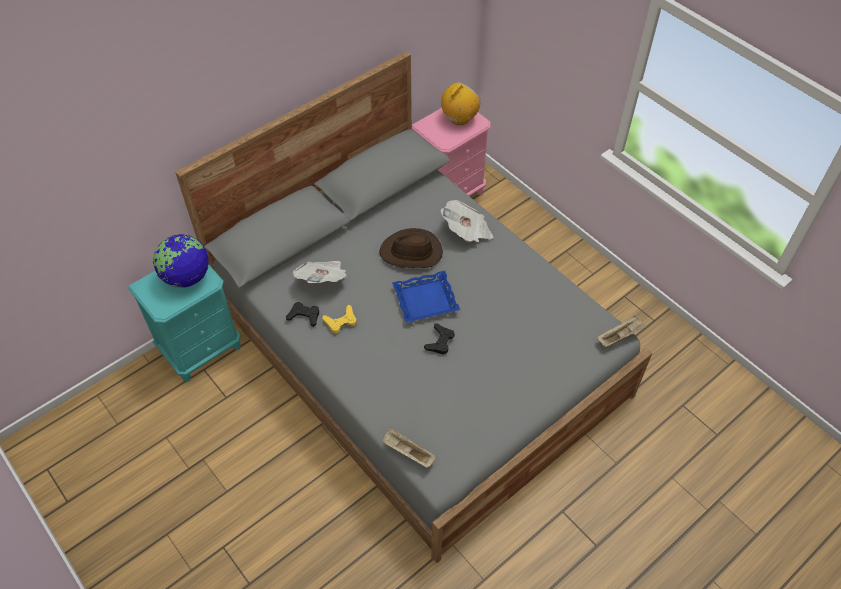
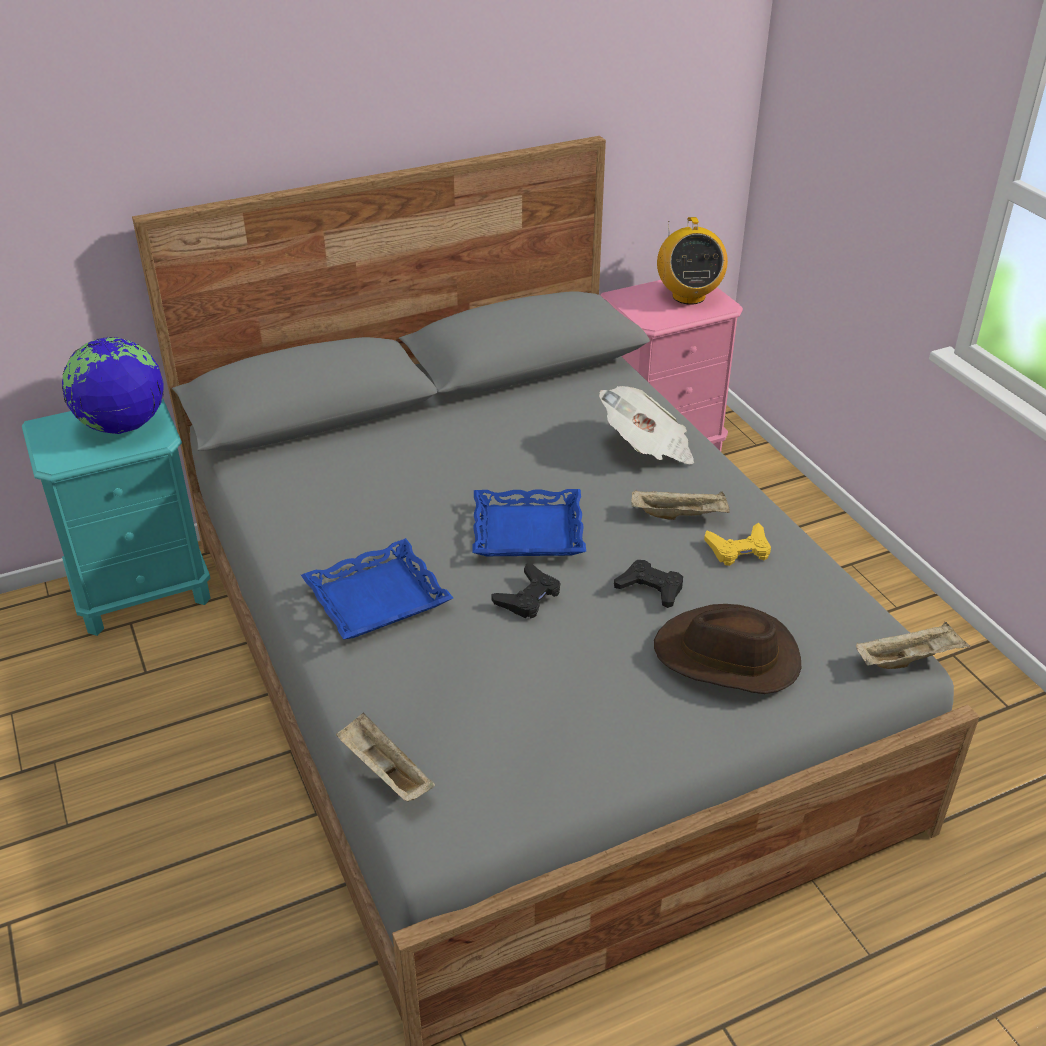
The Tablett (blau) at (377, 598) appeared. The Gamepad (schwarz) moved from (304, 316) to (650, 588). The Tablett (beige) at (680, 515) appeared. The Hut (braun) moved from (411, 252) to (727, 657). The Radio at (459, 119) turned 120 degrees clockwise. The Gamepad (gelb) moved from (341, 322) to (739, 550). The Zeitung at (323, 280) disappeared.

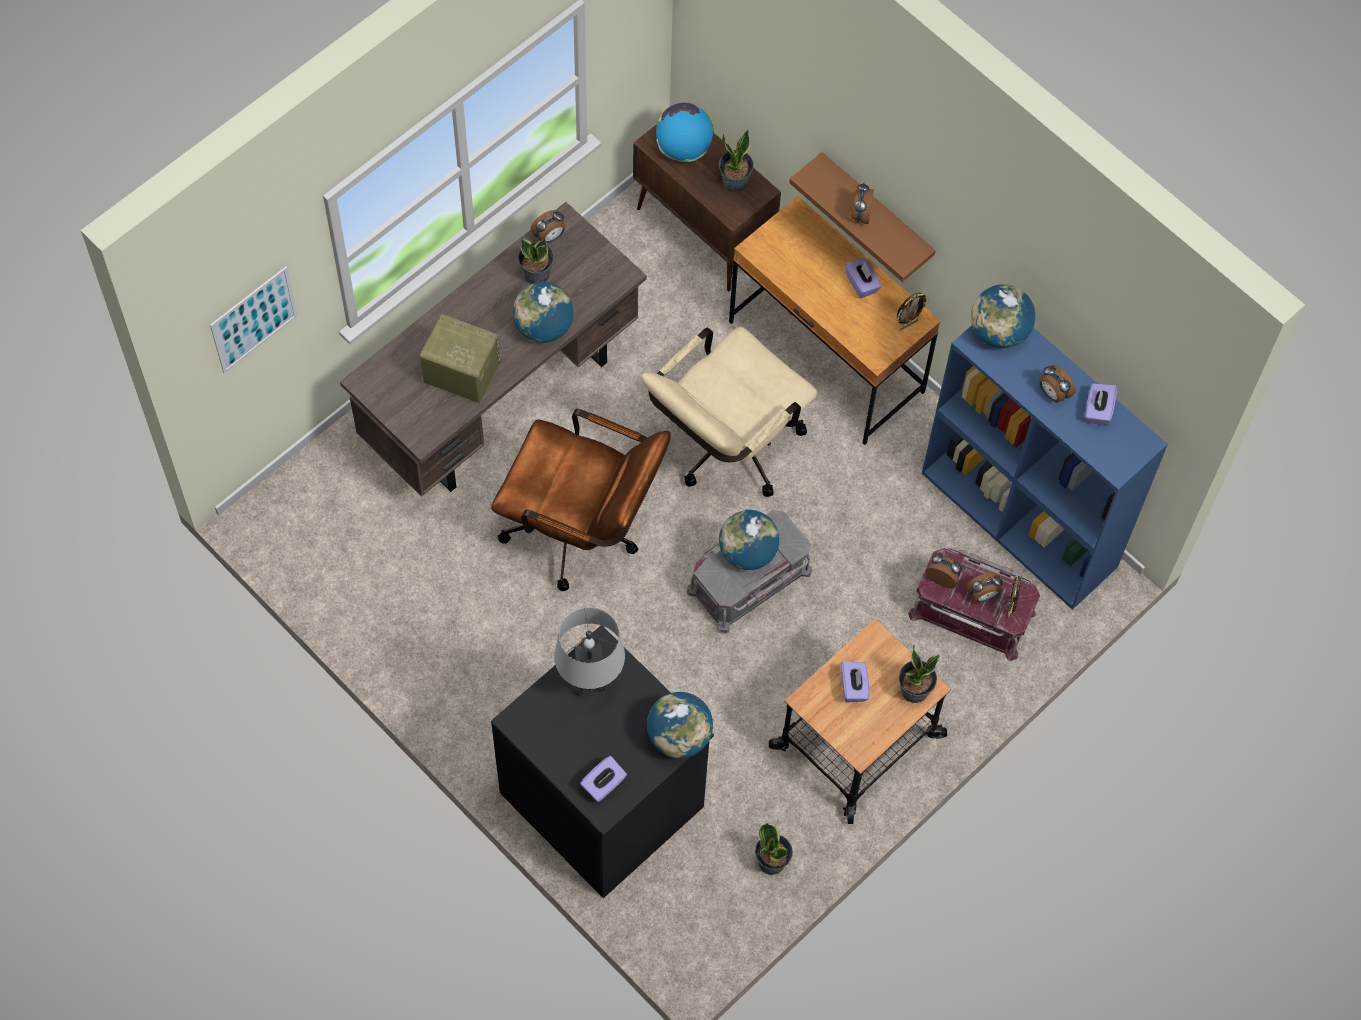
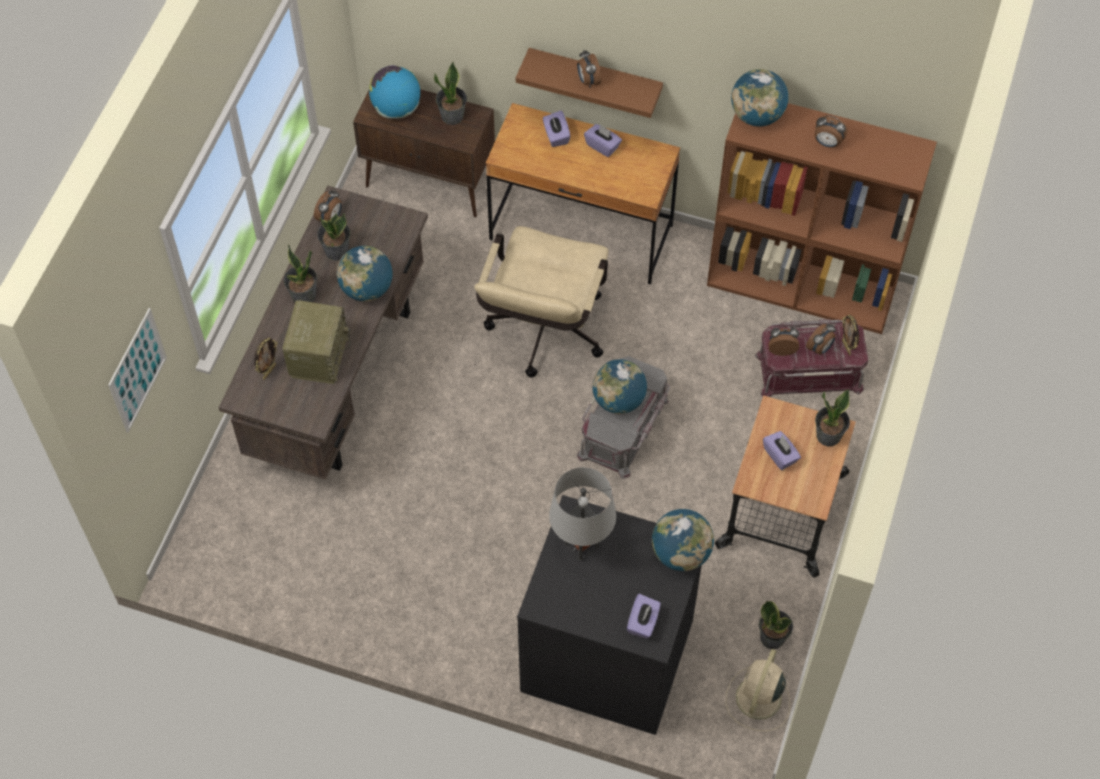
The Bilderrahmen moved from (908, 324) to (269, 371). The Radio at (460, 374) turned 105 degrees clockwise. The Topfpflanze at (303, 296) appeared. The Taschentuchbox (lila) moved from (1098, 410) to (556, 136). The Bücherregal (blau) at (1021, 520) became the Bücherregal (braun) at (802, 286). The Ventilator (beige) at (757, 700) appeared. The Bürostuhl (braun) at (582, 532) disappeared.

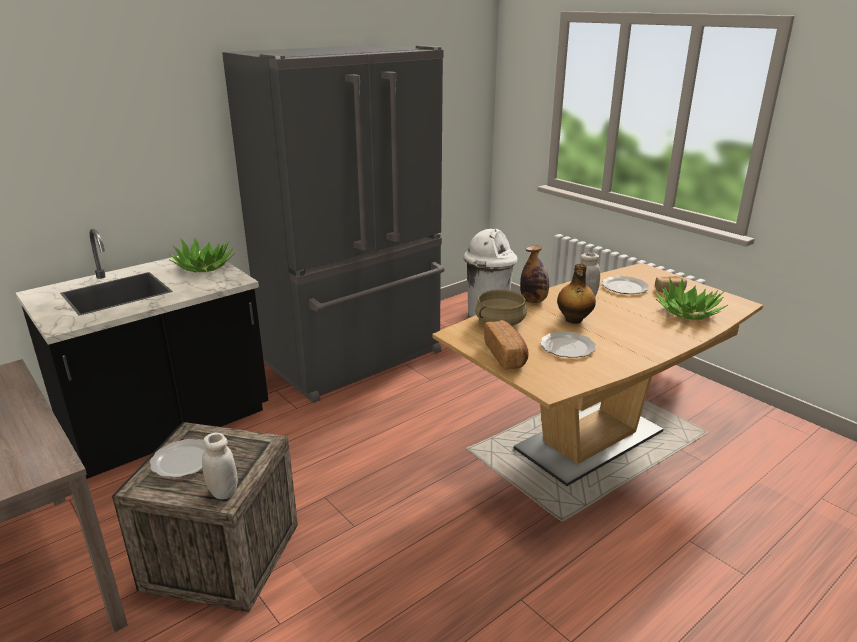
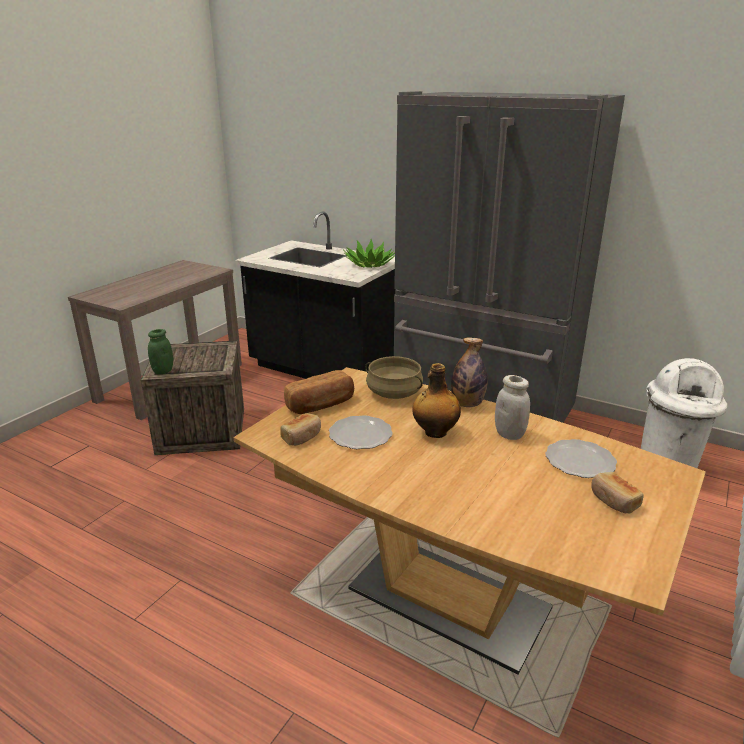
The Vorratsglas (weiß) at (223, 492) became the Vorratsglas (grün) at (163, 371). The Brot at (302, 437) appeared. The Teller at (183, 460) disappeared. The Topfpflanze at (688, 312) disappeared.

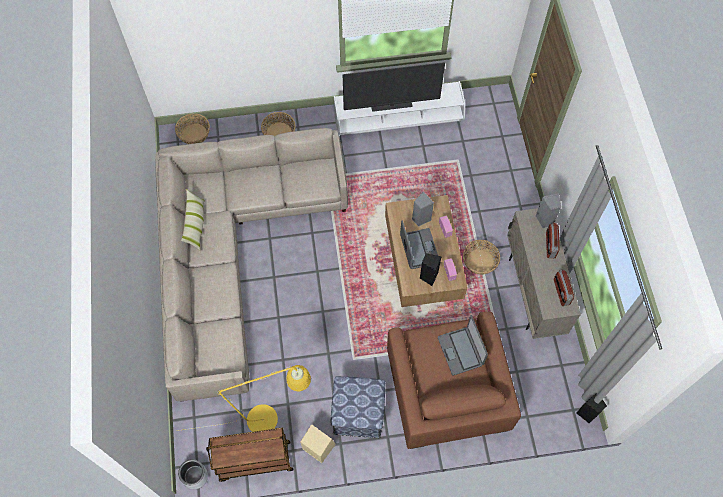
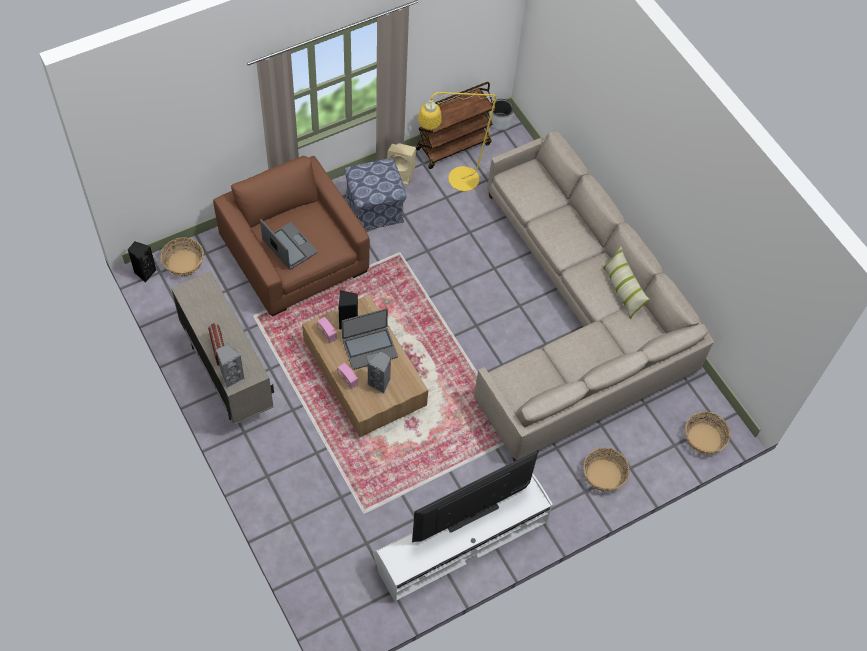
The Korb moved from (480, 262) to (183, 263). The Laptop at (419, 249) turned 75 degrees counterclockwise. The Radio at (561, 292) disappeared.

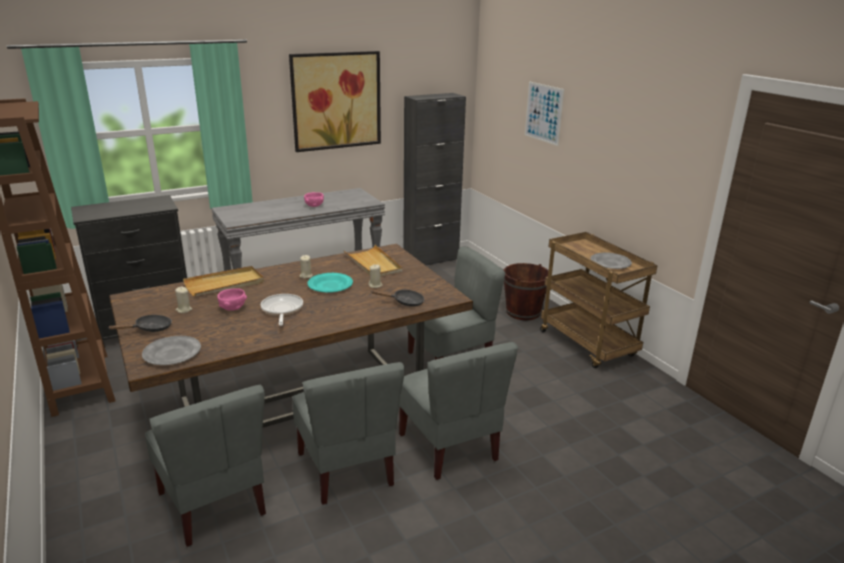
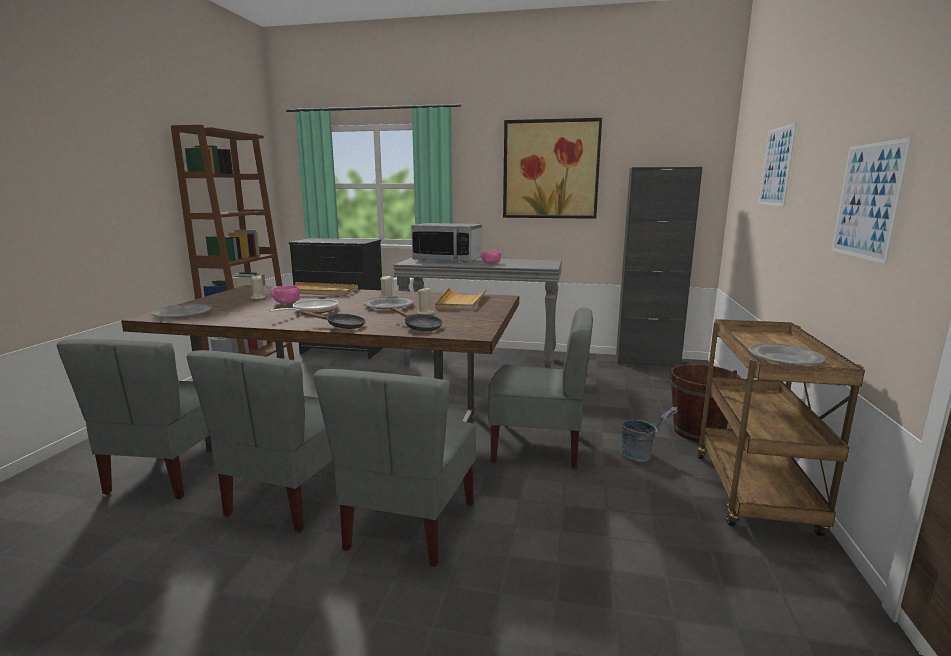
The Pfanne (schwarz) moved from (150, 329) to (341, 326). The Teller (türkis) at (330, 285) became the Teller (grau) at (388, 306). The Mikrowelle at (448, 260) appeared. The Eimer (grau) at (641, 455) appeared. The Bild at (867, 201) appeared.

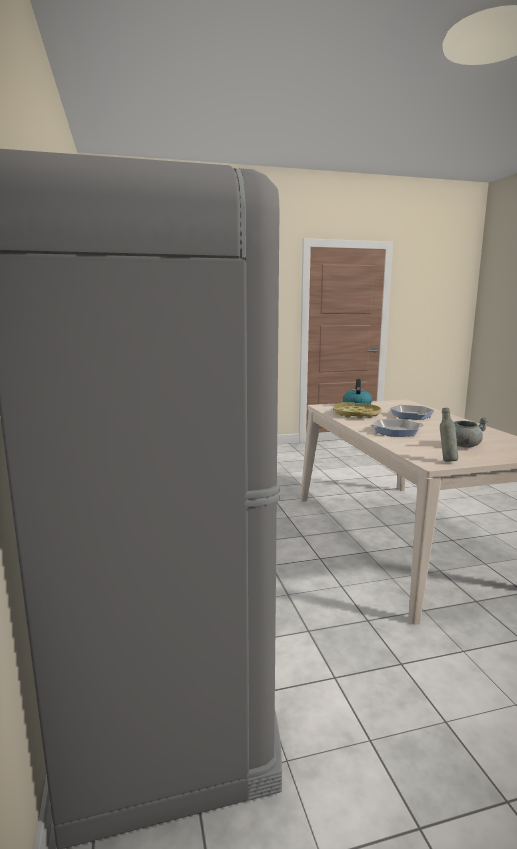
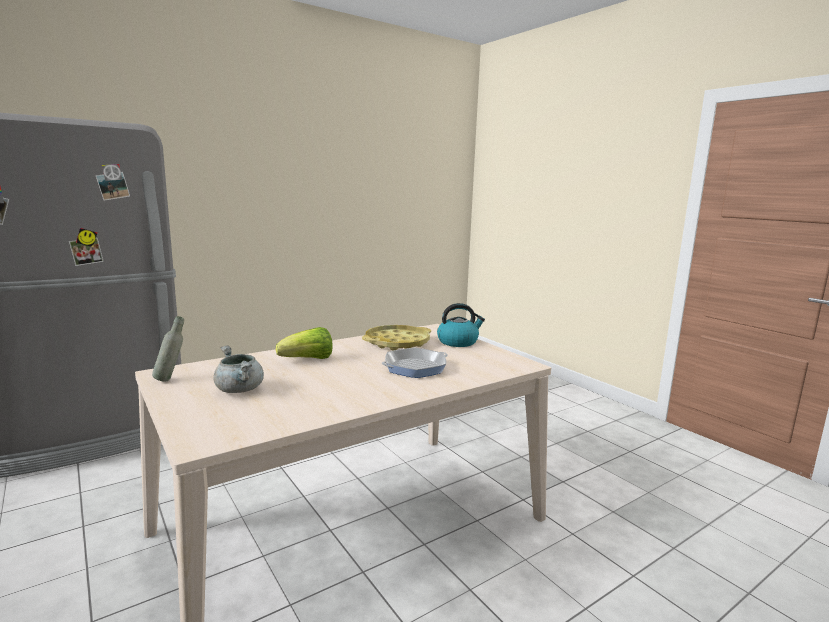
The Pfanne at (396, 431) was replaced by the Salatkopf at (308, 360).

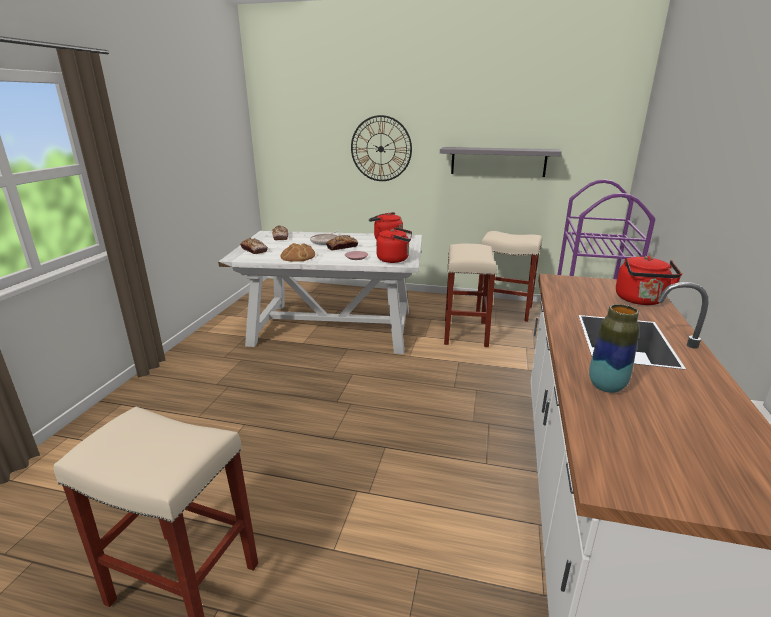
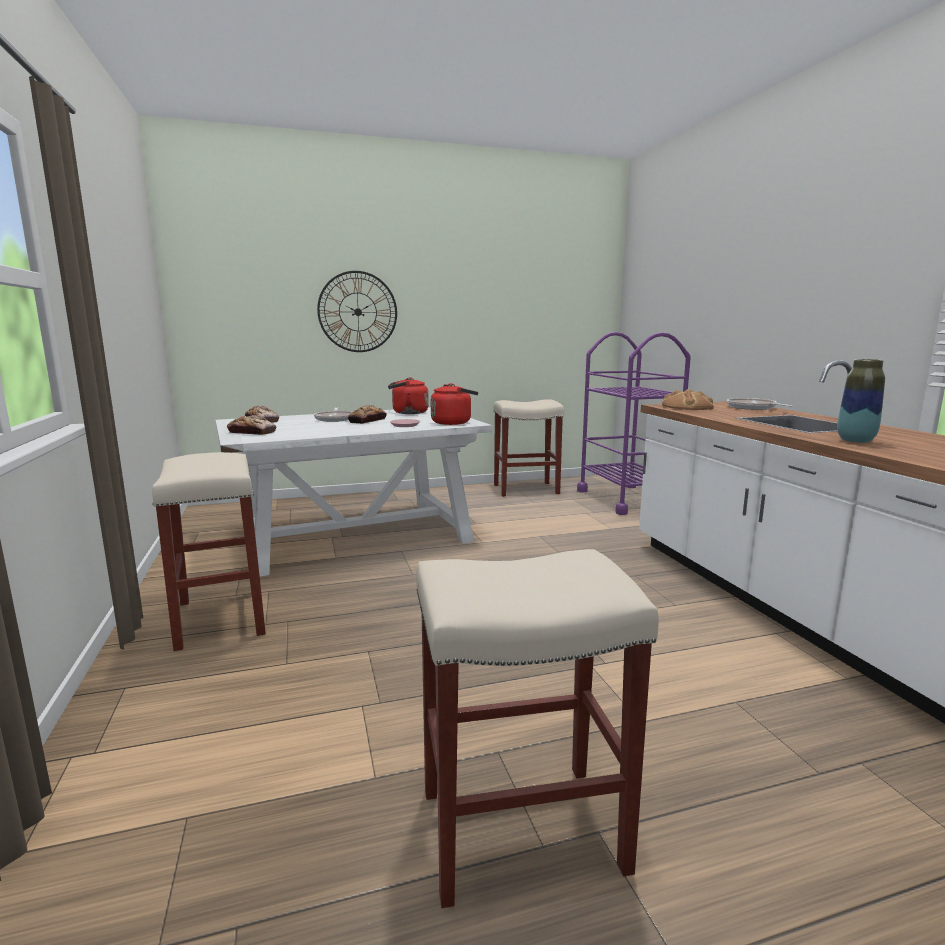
The Hocker (beige) moved from (466, 333) to (222, 618). The Brot moved from (297, 256) to (687, 407). The Wasserkessel (rot) at (640, 300) was replaced by the Pfanne at (753, 408). The Wandregal (grau) at (498, 161) disappeared.

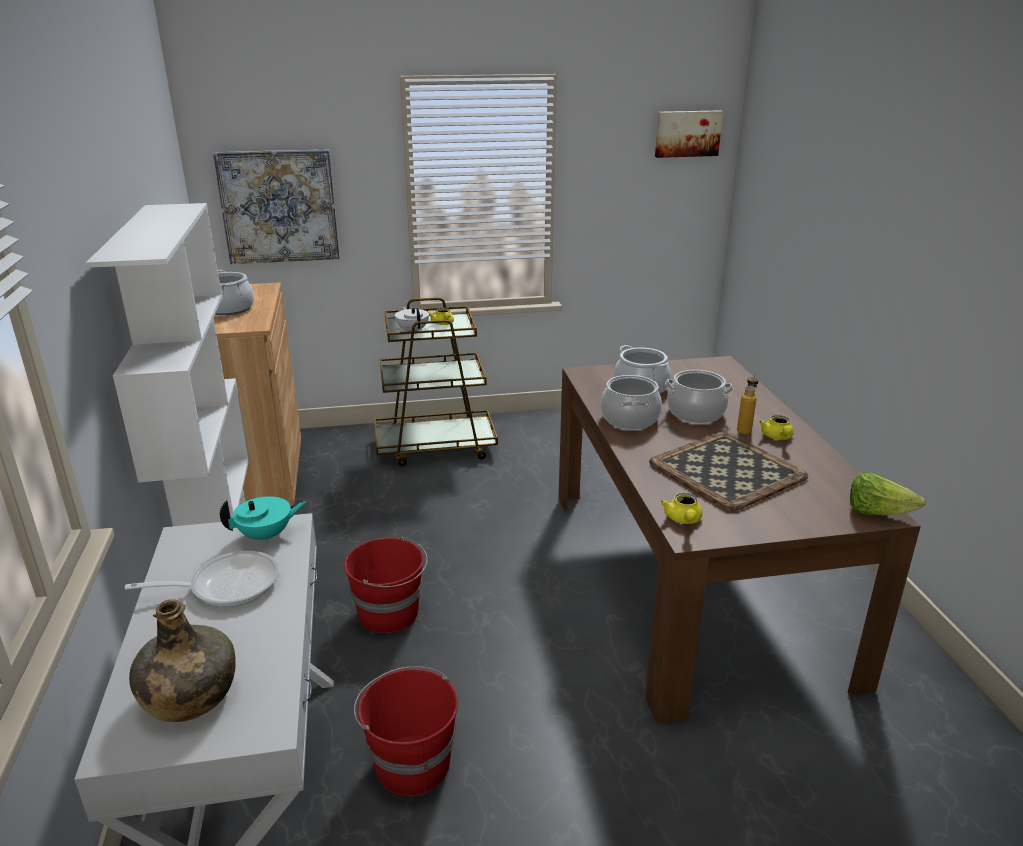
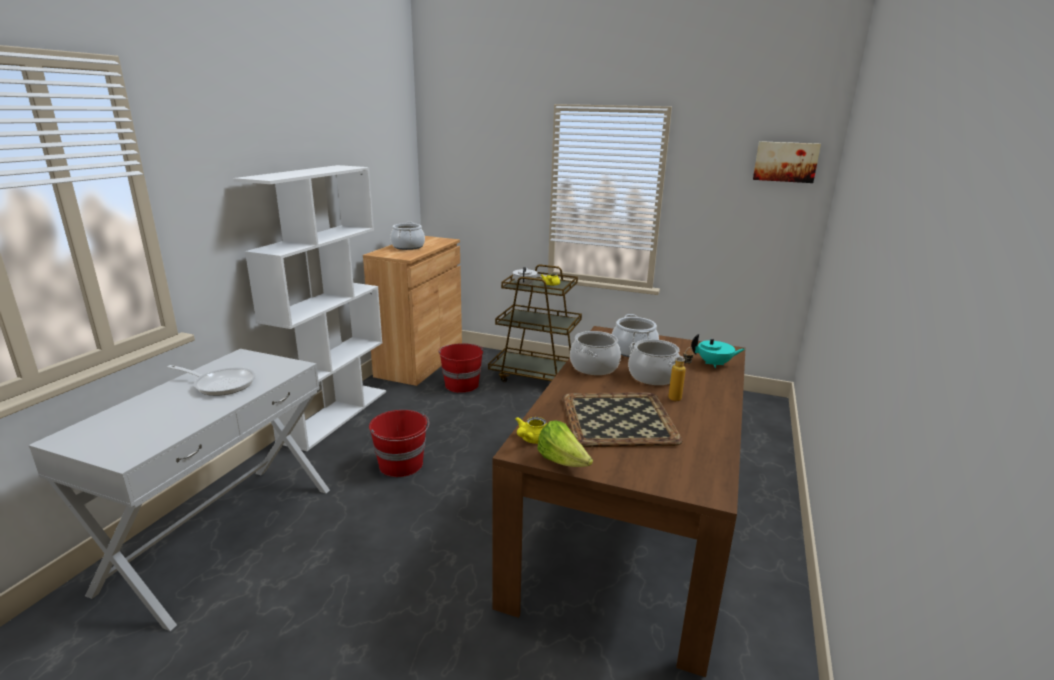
The Eimer (rot) moved from (411, 763) to (461, 384). The Salatkopf moved from (876, 513) to (562, 462). The Teekanne (türkis) moved from (266, 536) to (714, 364). The Flasche (grün) at (189, 696) disappeared. The Bild at (279, 206) disappeared. The Teekanne (gelb) at (777, 437) disappeared.

